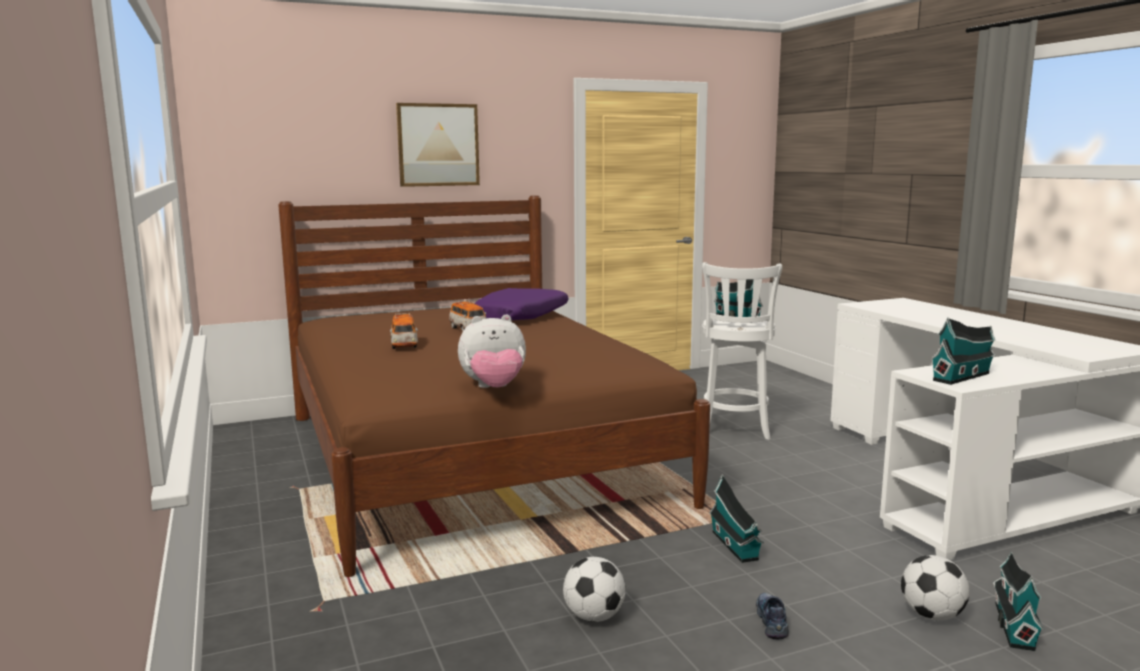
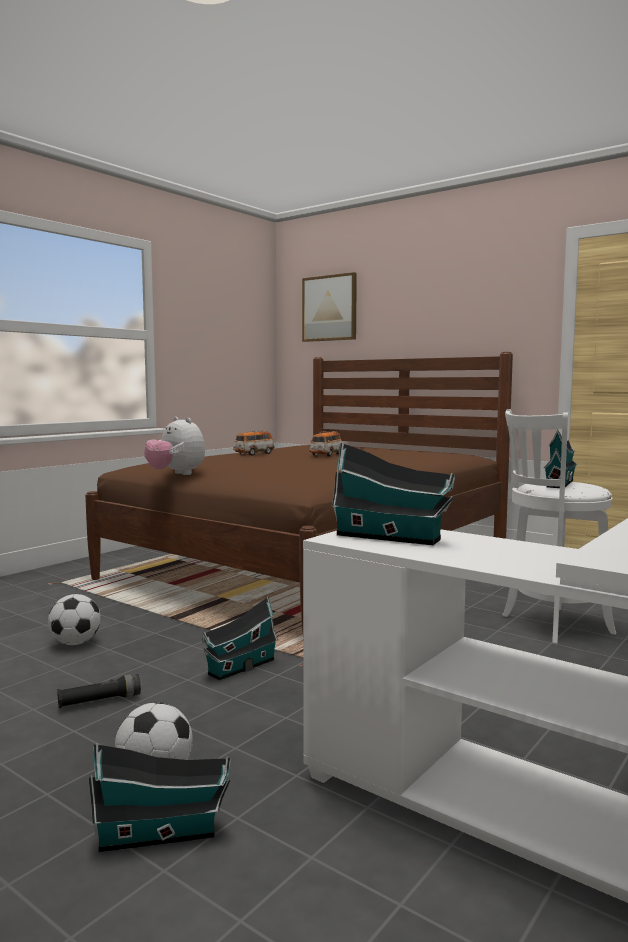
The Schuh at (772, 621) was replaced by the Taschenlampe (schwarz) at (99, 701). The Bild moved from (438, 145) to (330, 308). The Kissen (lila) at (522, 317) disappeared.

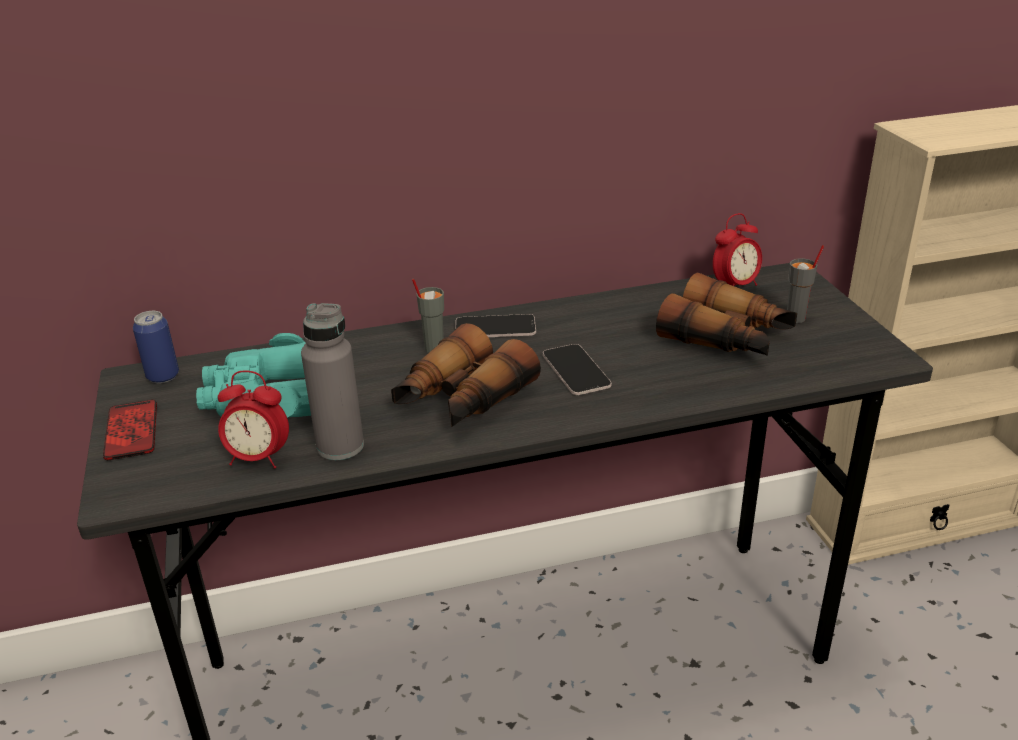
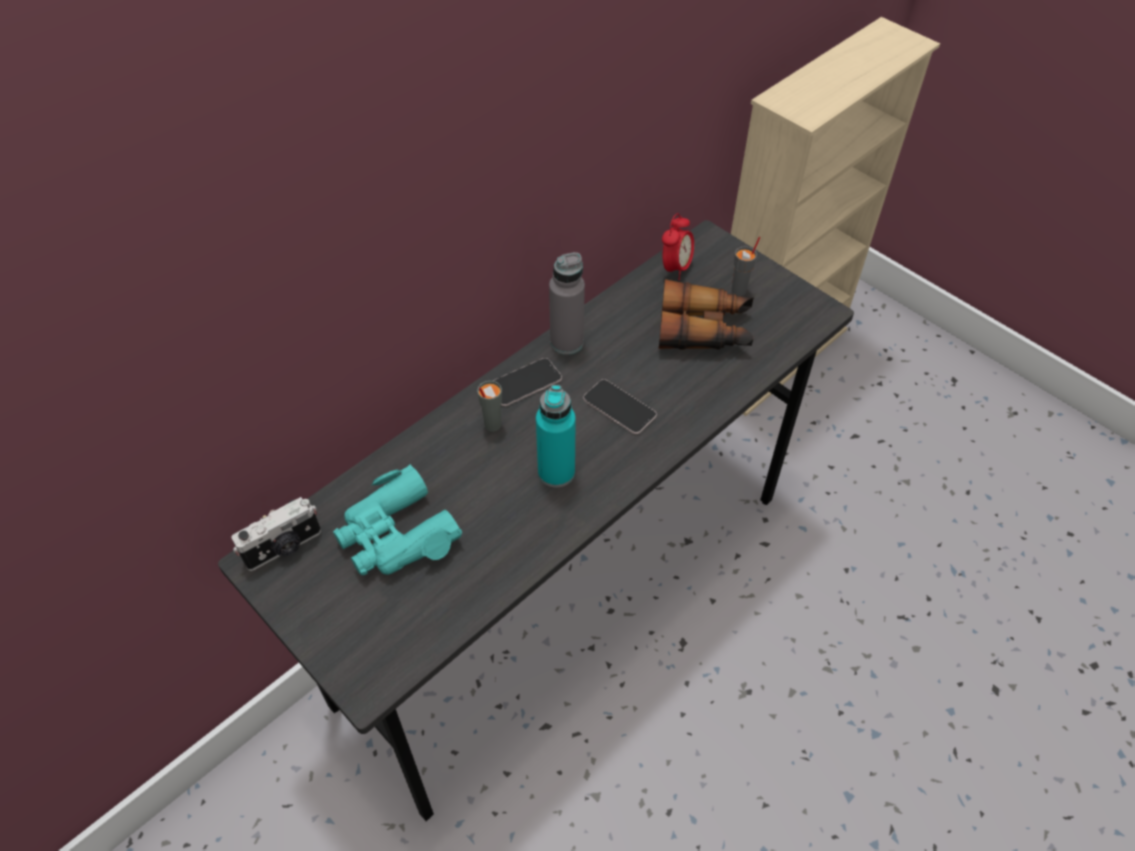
The Dose at (163, 376) was replaced by the Kamera at (284, 548). The Fernglas at (462, 399) was replaced by the Flasche (türkis) at (556, 472). The Flasche (grau) moved from (340, 446) to (566, 342). The Handy at (131, 431) disappeared. The Wecker at (258, 458) disappeared.

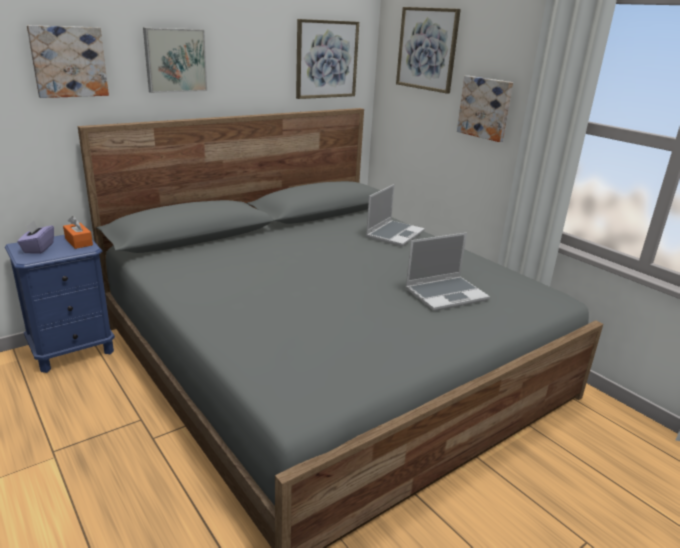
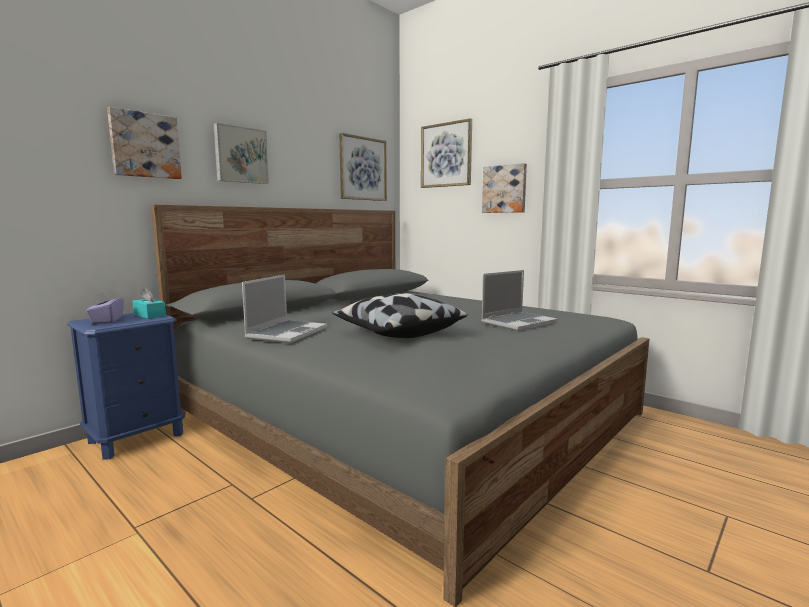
The Taschentuchbox (orange) at (79, 242) became the Taschentuchbox (türkis) at (149, 315). The Laptop moved from (394, 234) to (287, 333). The Kissen at (398, 333) appeared.

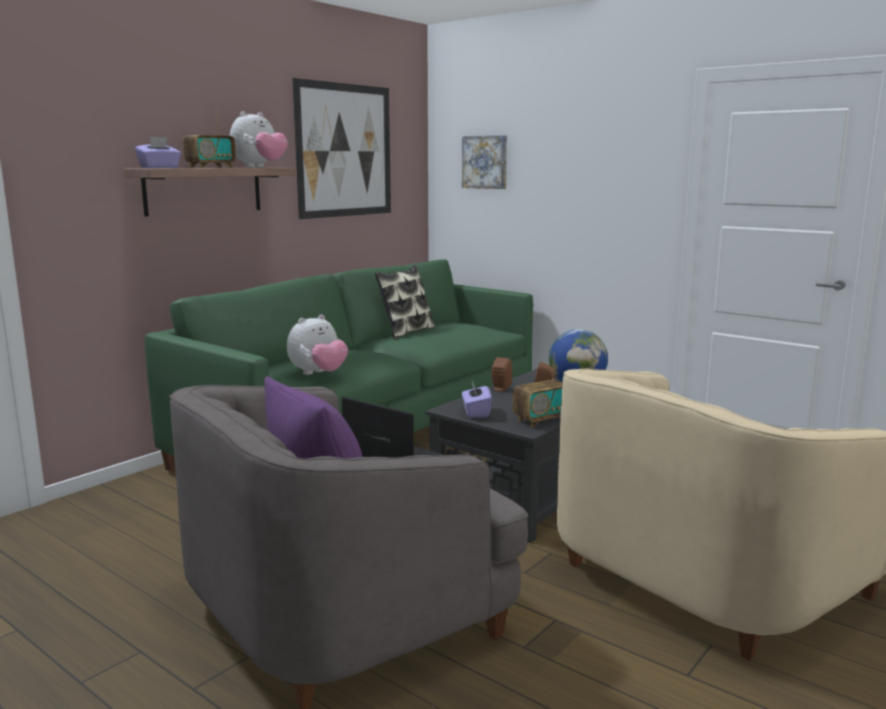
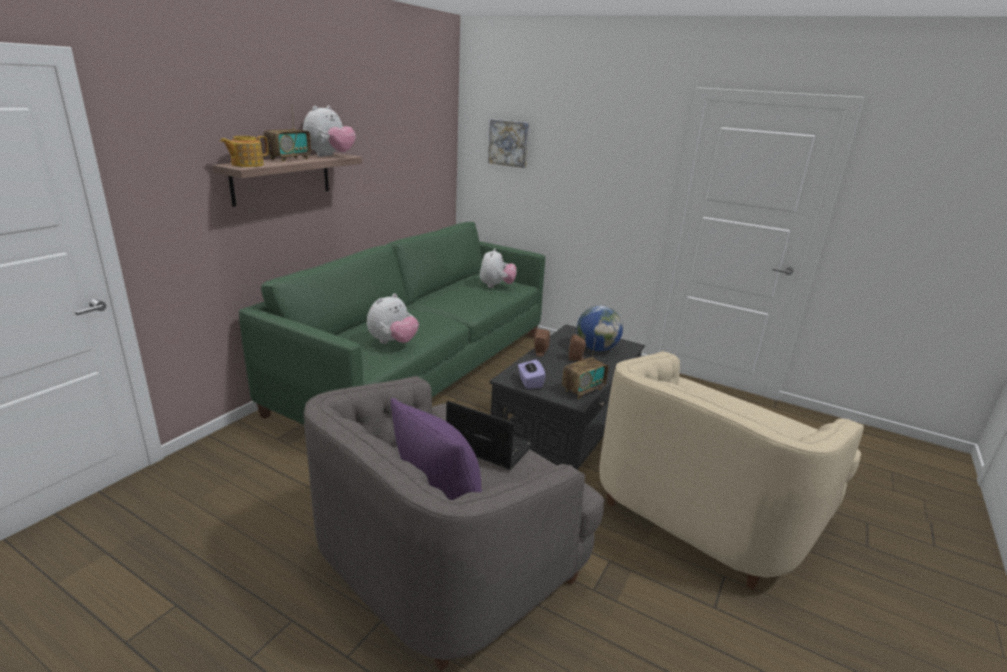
The Taschentuchbox (lila) at (159, 168) was replaced by the Teekanne at (246, 165). The Plüschtier at (496, 286) appeared. The Bild at (344, 150) disappeared. The Kissen at (406, 332) disappeared.

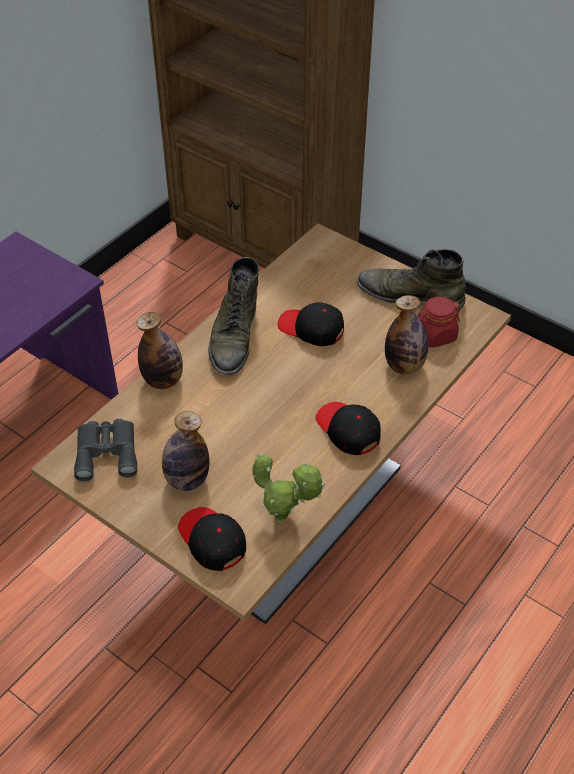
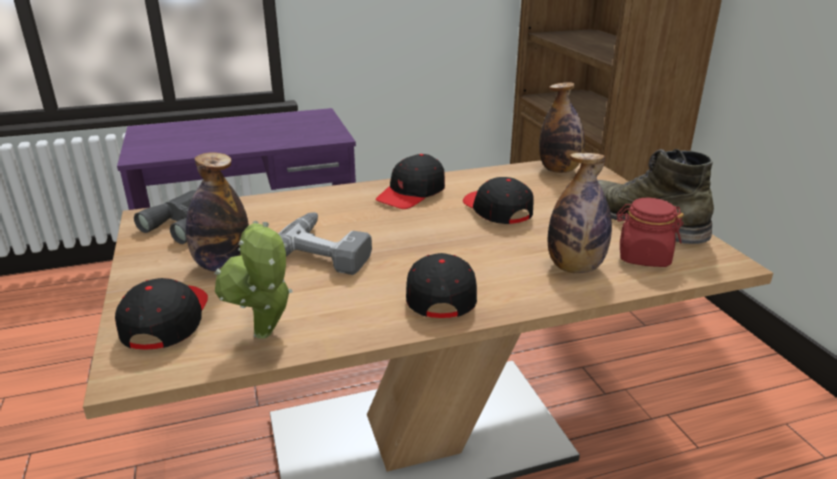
The Bohrmaschine at (327, 250) appeared. The Stiefel (grün) at (234, 337) was replaced by the Kappe (schwarz) at (411, 193). The Flasche moved from (163, 380) to (559, 170).

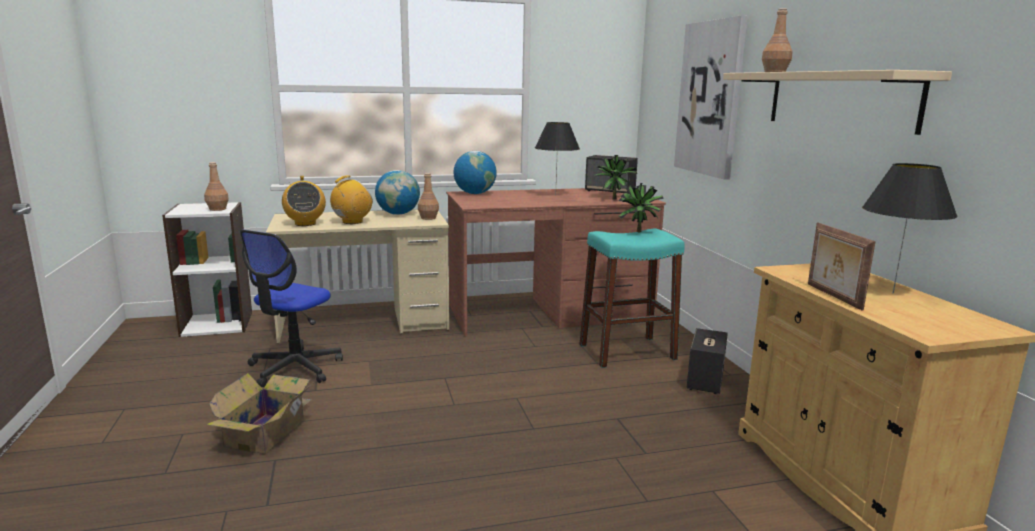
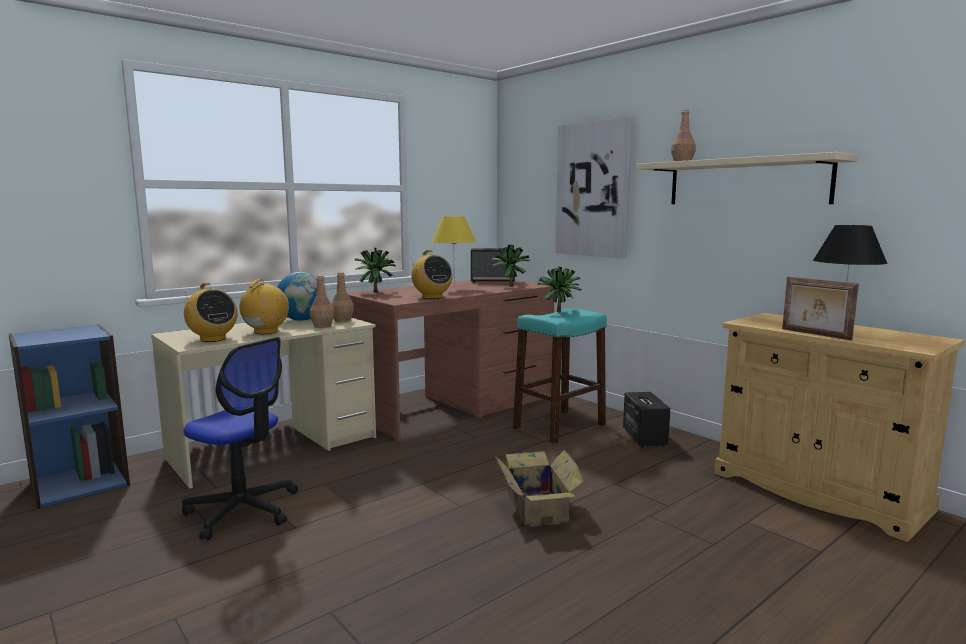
The Bücherregal (weiß) at (217, 323) became the Bücherregal (blau) at (79, 483). The Bürostuhl at (294, 368) turned 60 degrees counterclockwise. The Flasche (braun) moved from (217, 209) to (322, 326). The Globus at (475, 193) was replaced by the Topfpflanze at (375, 292). The Radio at (432, 297) appeared. The Tischlampe (schwarz) at (555, 195) became the Tischlampe (gelb) at (454, 287). The Karton moved from (268, 432) to (537, 505).

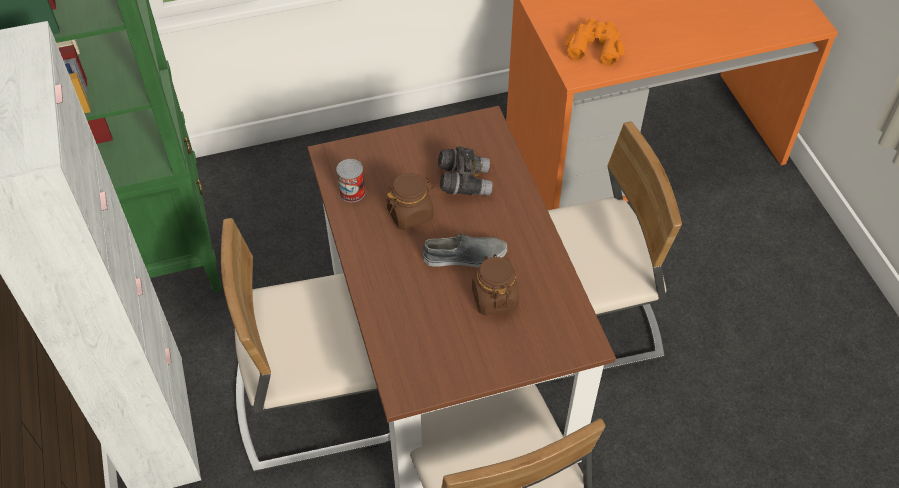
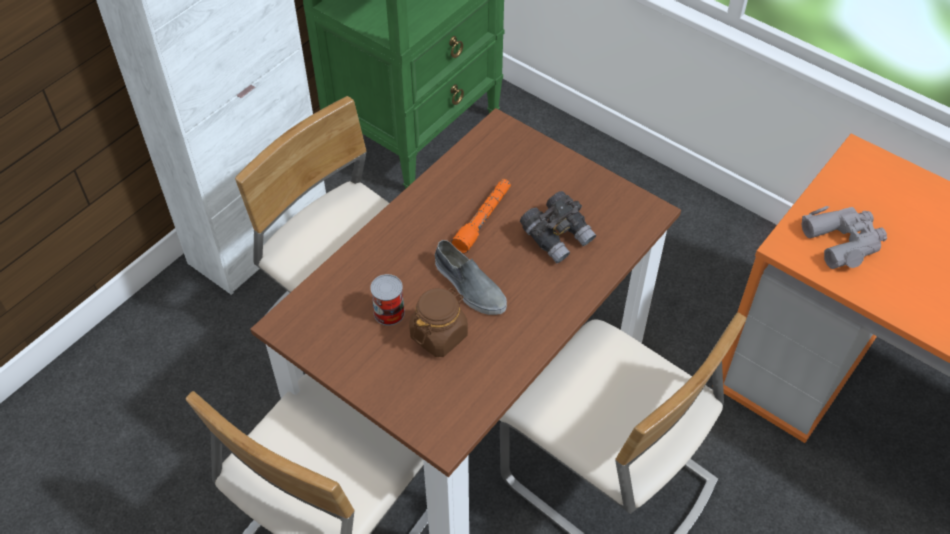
The Dose moved from (352, 192) to (389, 312). The Vorratsglas (braun) at (410, 214) was replaced by the Taschenlampe (orange) at (483, 219). The Fernglas (orange) at (595, 46) became the Fernglas (grau) at (843, 241).

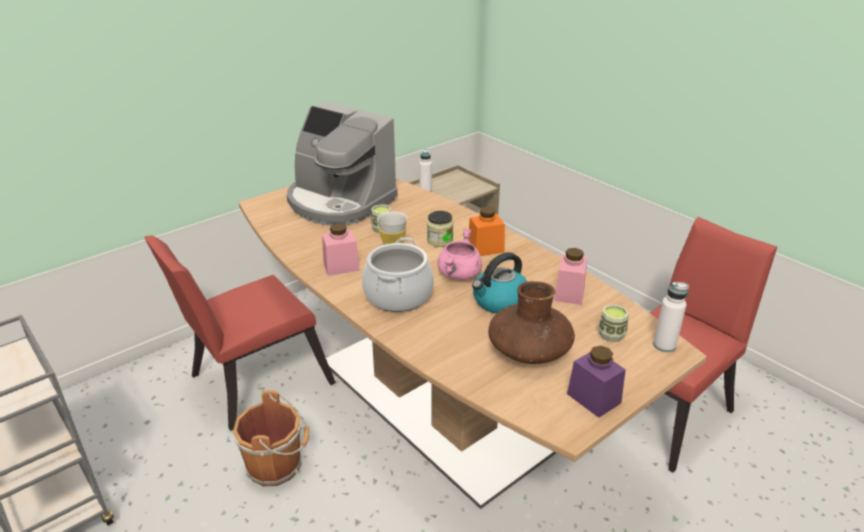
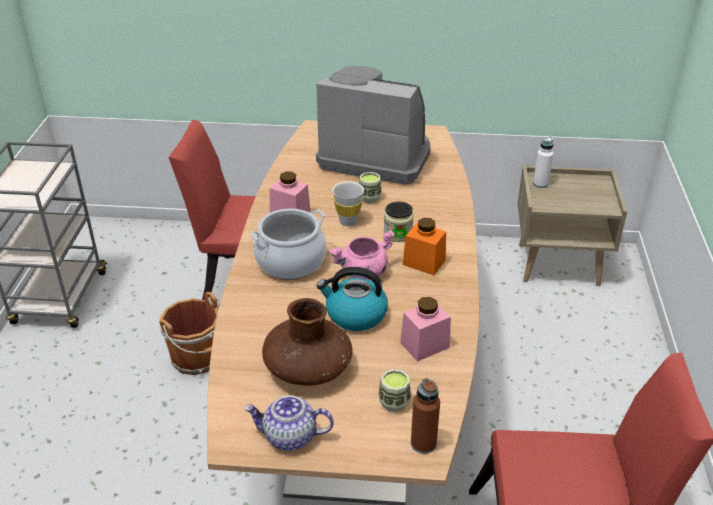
The Vorratsglas (lila) at (593, 398) was replaced by the Teekanne at (289, 437). The Kaffeemaschine at (339, 202) turned 120 degrees clockwise. The Flasche (weiß) at (664, 345) became the Flasche (braun) at (423, 443).

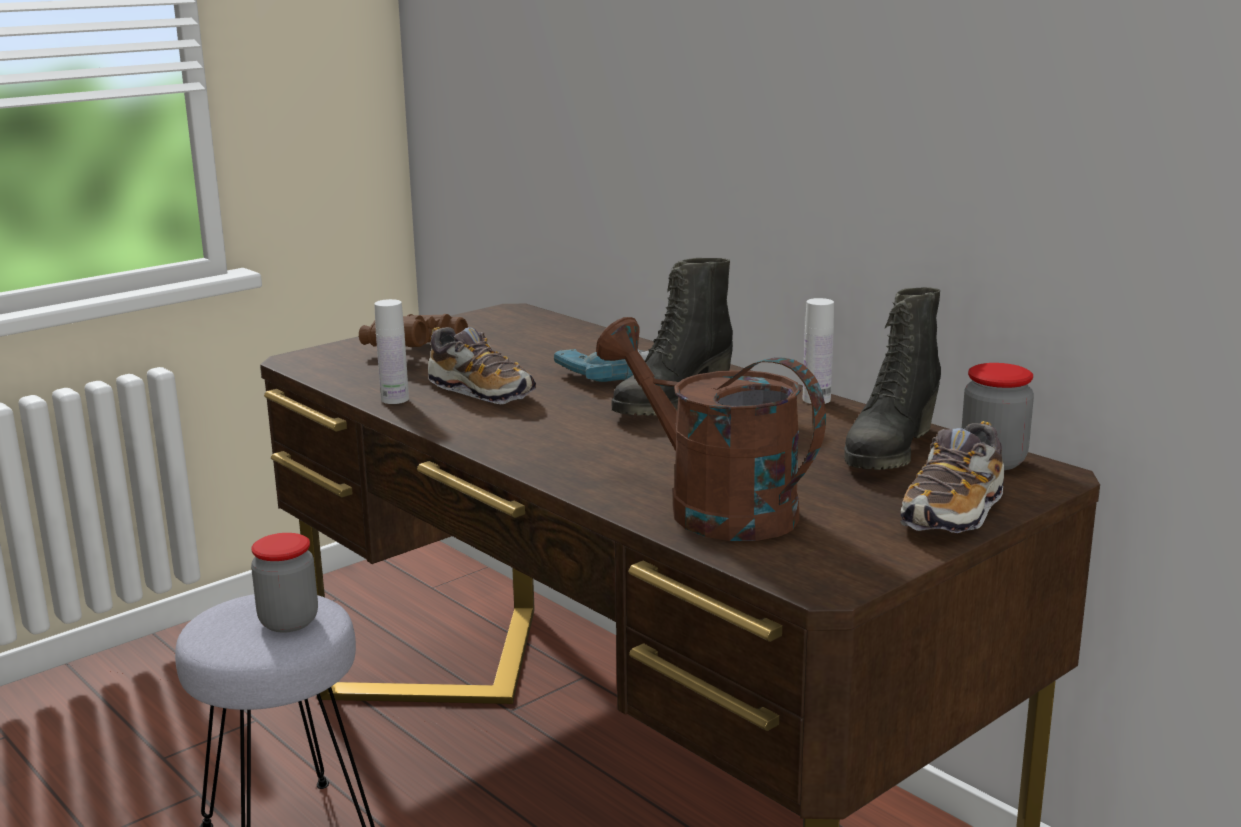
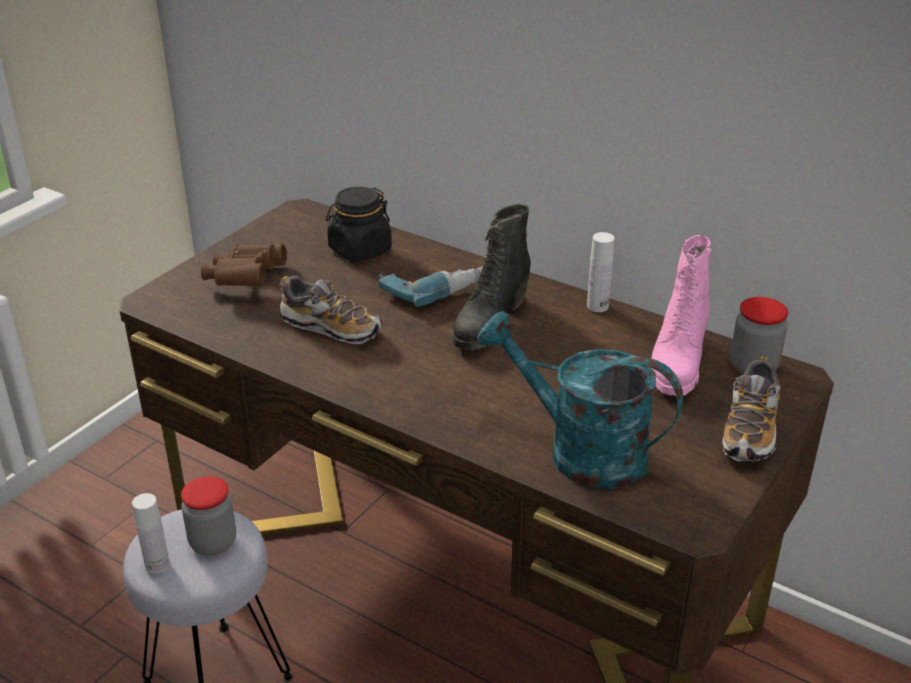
The Flasche (weiß) moved from (395, 399) to (157, 565). The Vorratsglas (schwarz) at (359, 250) appeared. The Gießkanne (braun) at (713, 507) became the Gießkanne (türkis) at (580, 451). The Stiefel (schwarz) at (889, 450) became the Stiefel (rosa) at (676, 363).

